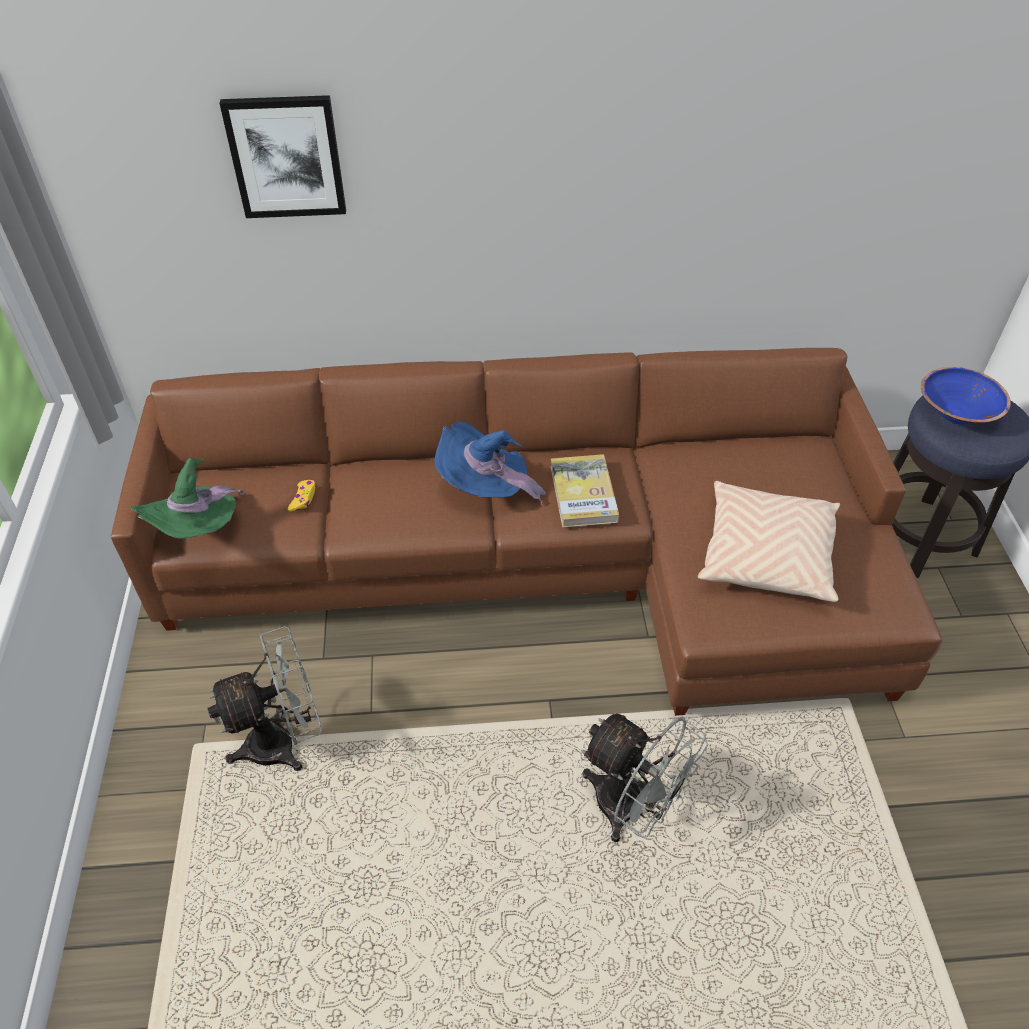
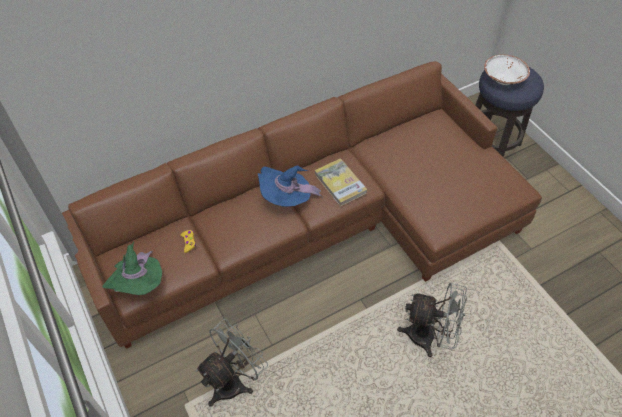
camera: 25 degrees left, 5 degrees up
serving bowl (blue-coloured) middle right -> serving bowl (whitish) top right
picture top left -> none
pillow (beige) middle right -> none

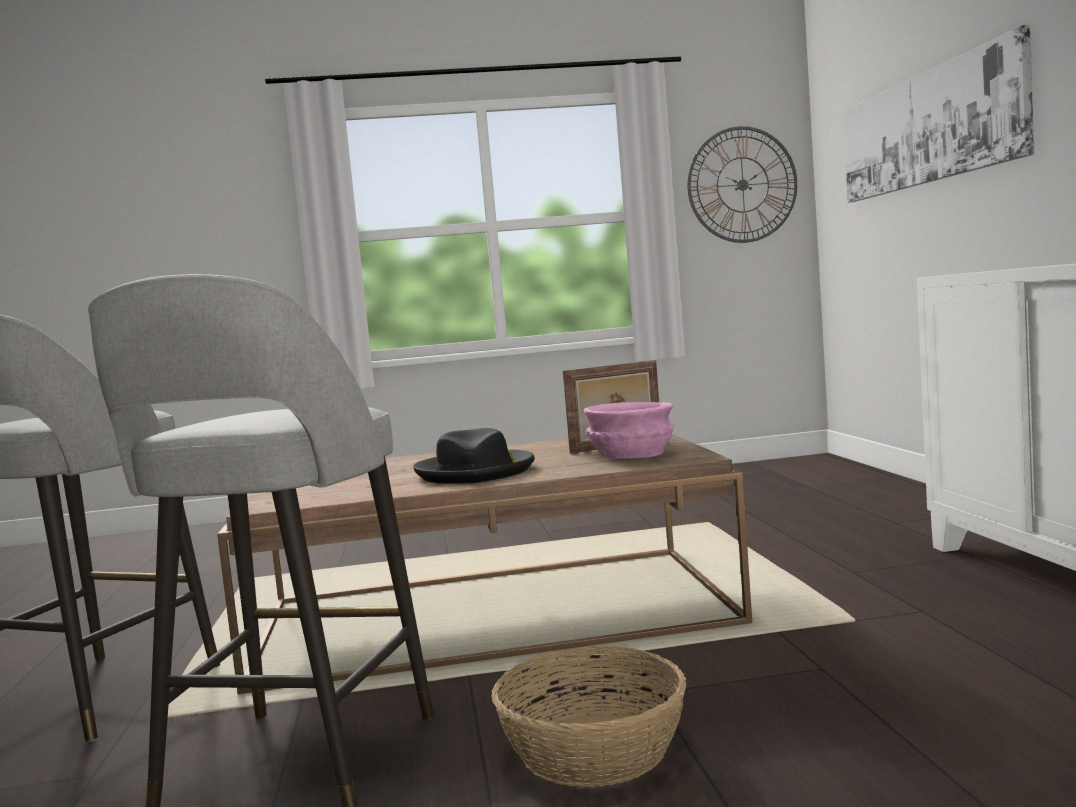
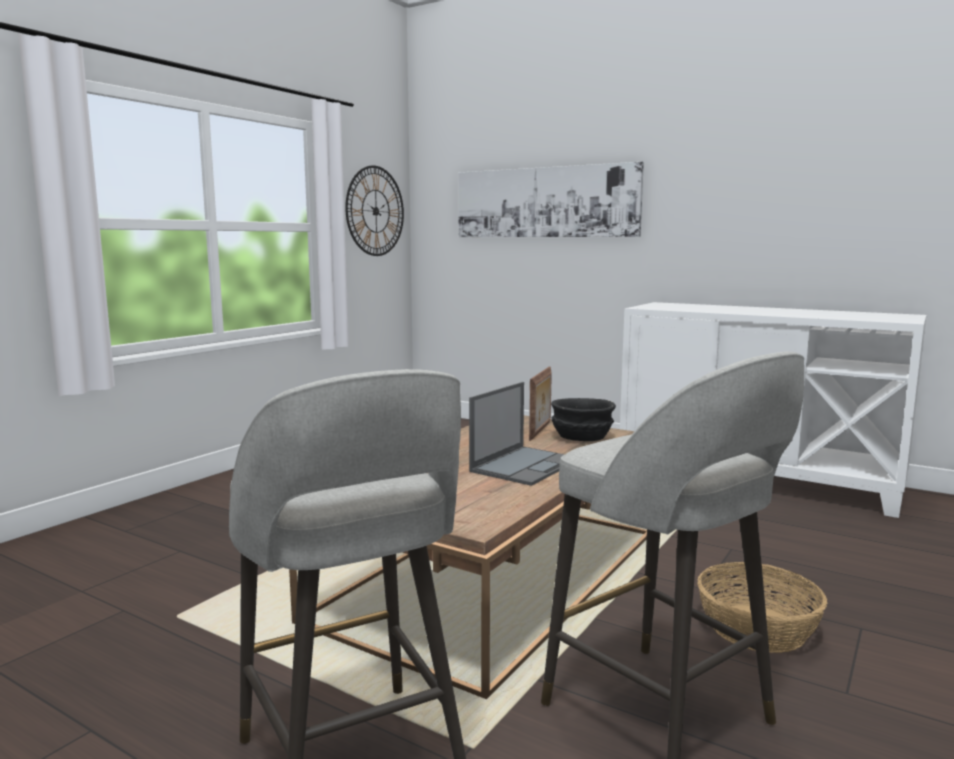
camera: 50 degrees left, 5 degrees up
clothing hat (black-coloured) centre -> notebook computer centre
serving bowl (pink-coloured) centre -> serving bowl (black-coloured) centre

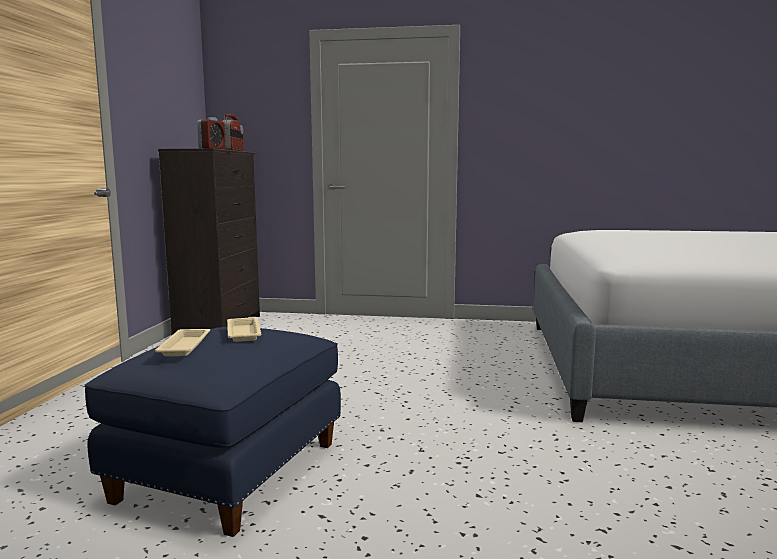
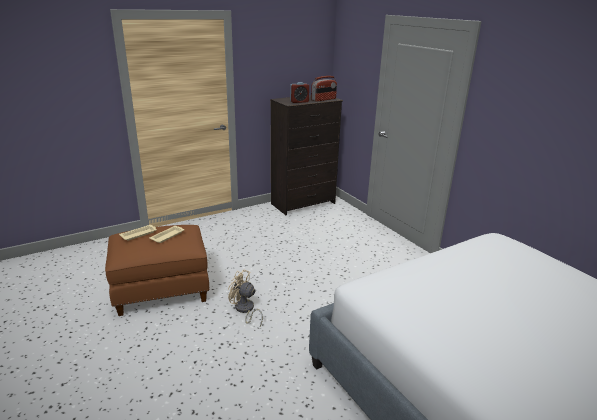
camera: 50 degrees right, 15 degrees up
ottoman (blue-coloured) bottom left -> ottoman (brown) middle left
none -> cooling fan (beige) bottom centre

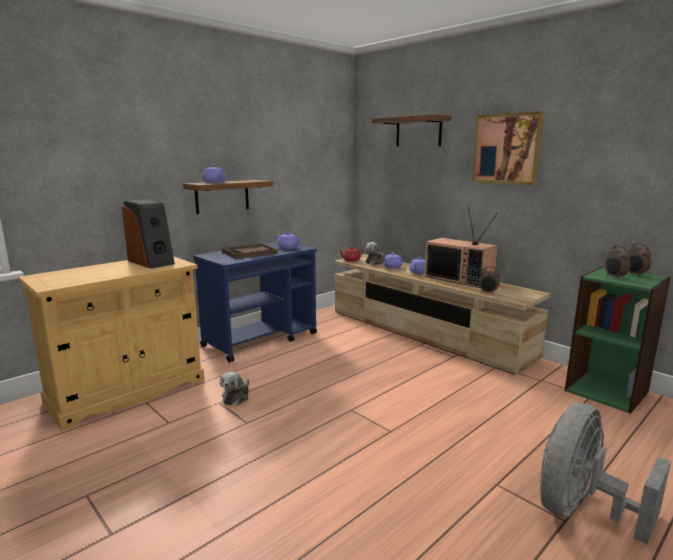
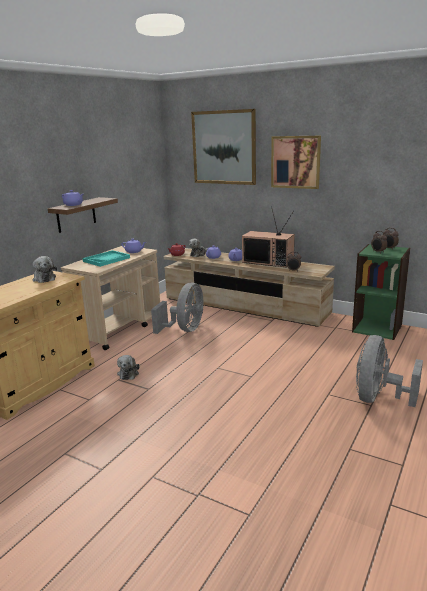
camera: 15 degrees left, 5 degrees up
loudspeaker middle left -> plush toy (no. 1 from left) middle left
wheeled cart (blue-coloured) centre -> wheeled cart (beige) middle left
carrying tray (brown) centre -> carrying tray (turquoise) middle left
none -> cooling fan (grey) (no. 1 from left) centre
shelf (no. 2 from left) top centre -> picture (no. 1 from left) top centre

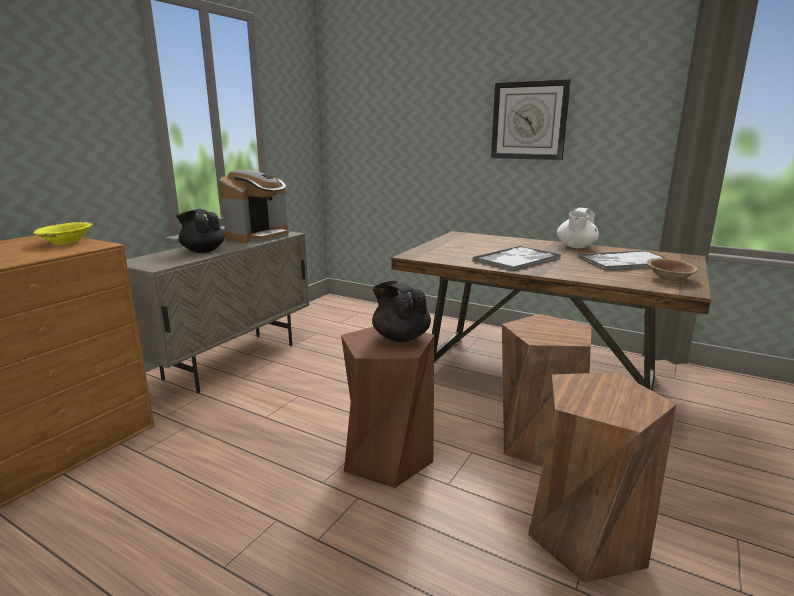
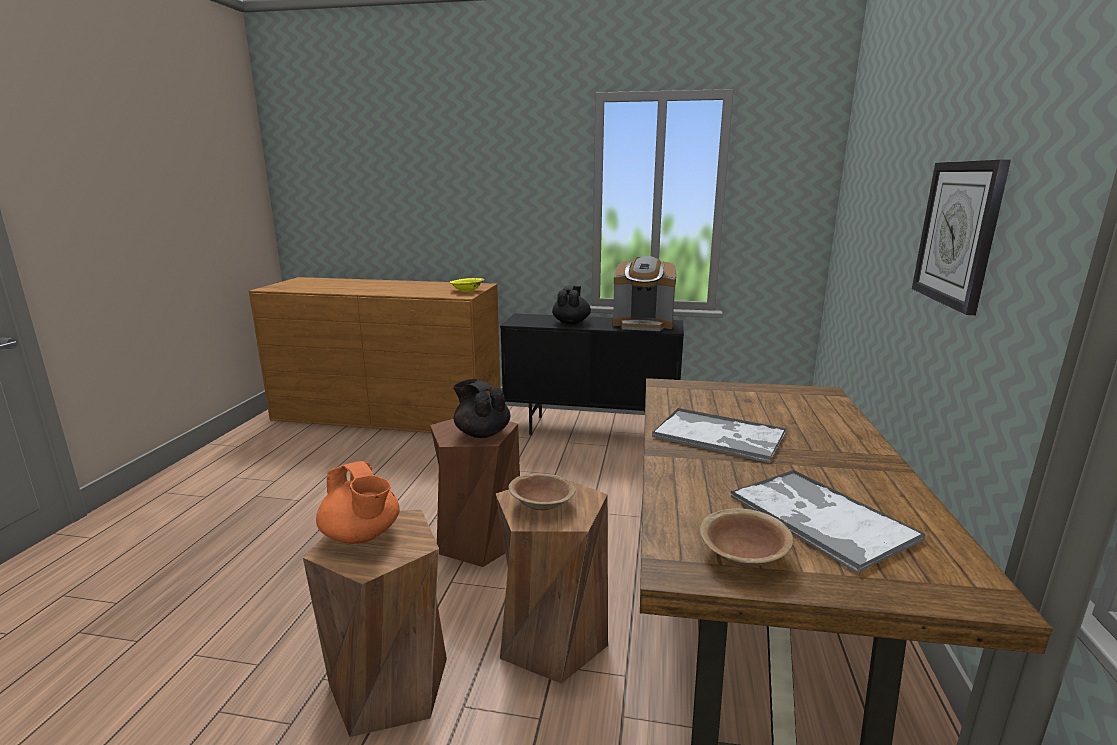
camera: 70 degrees right, 0 degrees up
none -> teapot (orangey) bottom left
teapot (black-coloured) (no. 2 from left in the first image) centre -> teapot (black-coloured) (no. 1 from left) centre, 75 degrees counterclockwise
cupboard (beige) middle left -> cupboard (black-coloured) centre
none -> serving bowl (brown) (no. 1 from left) centre
teapot (whitish) middle right -> none

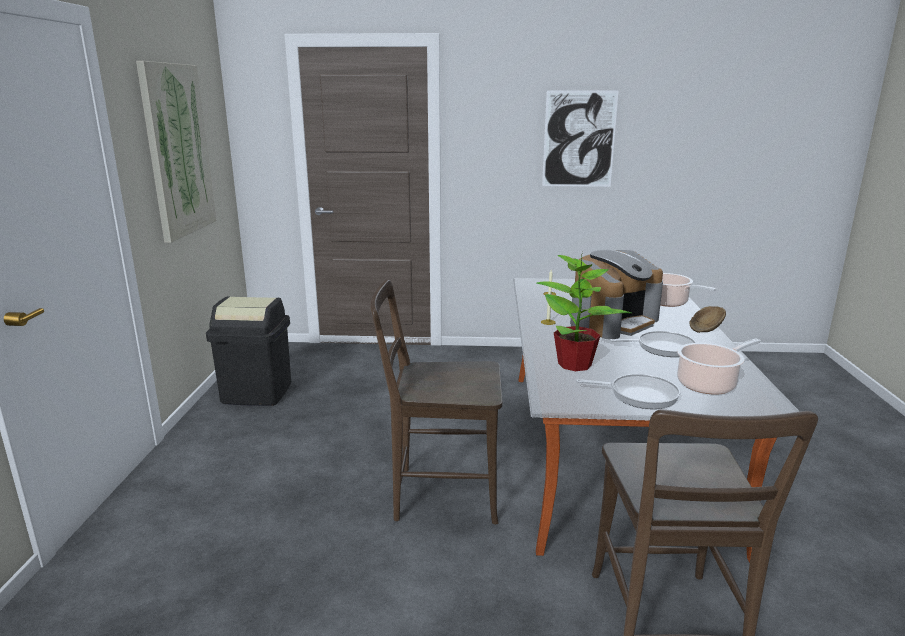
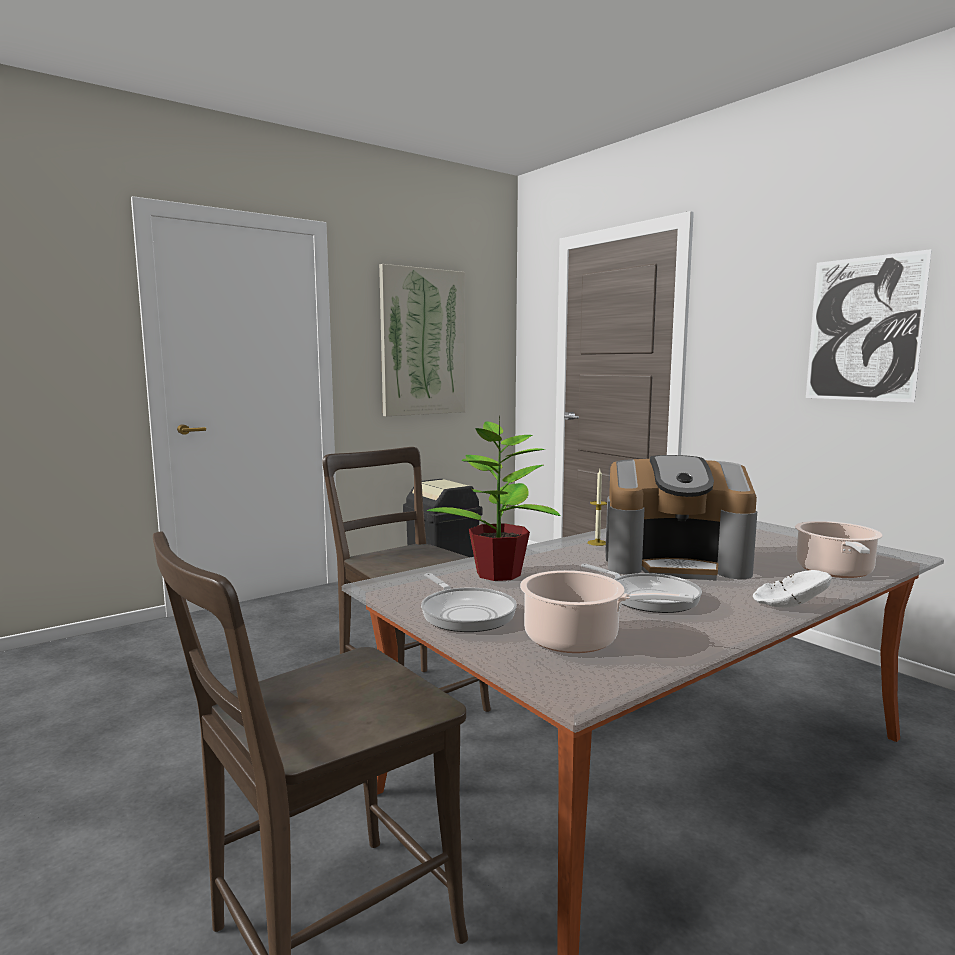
camera: 50 degrees right, 10 degrees down
serving bowl (brown) middle right -> serving bowl (whitish) middle right

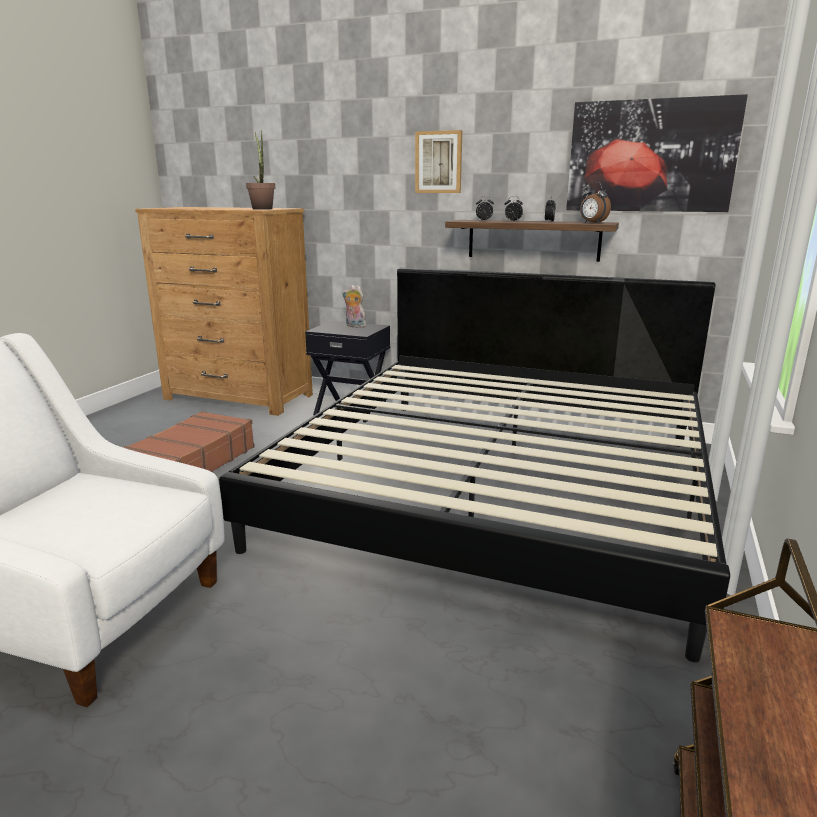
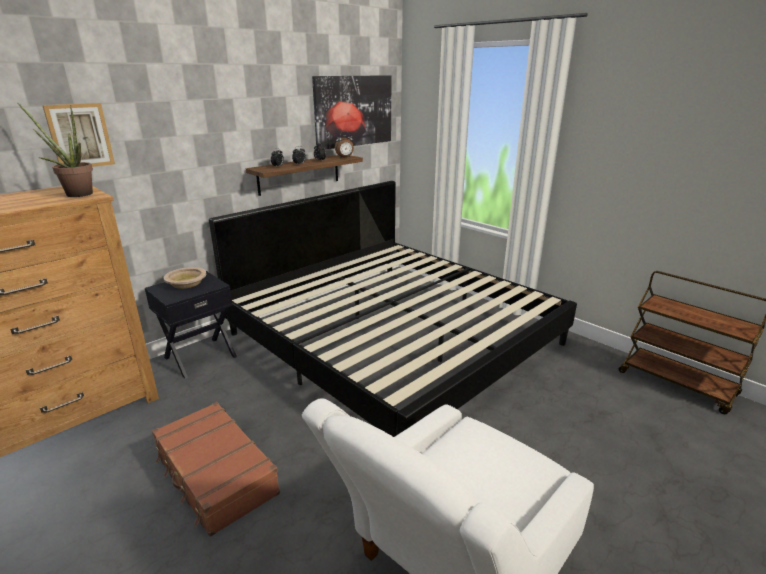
camera: 65 degrees left, 5 degrees up
picture (no. 1 from left) top centre -> picture (no. 1 from left) top left, relocated
plush toy centre -> serving bowl (beige) middle left

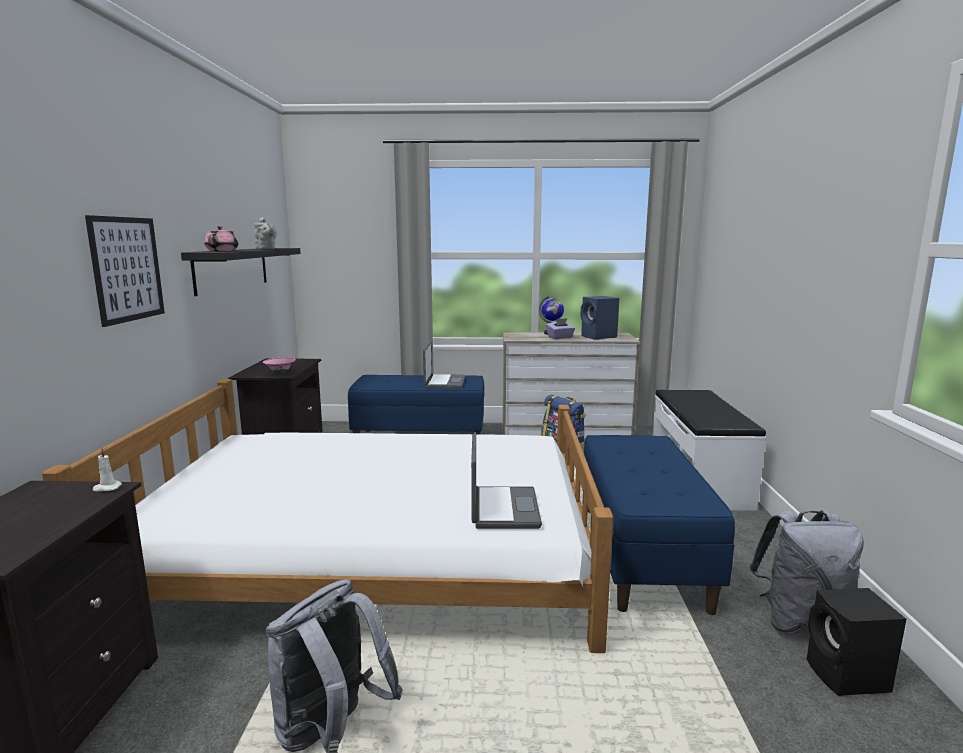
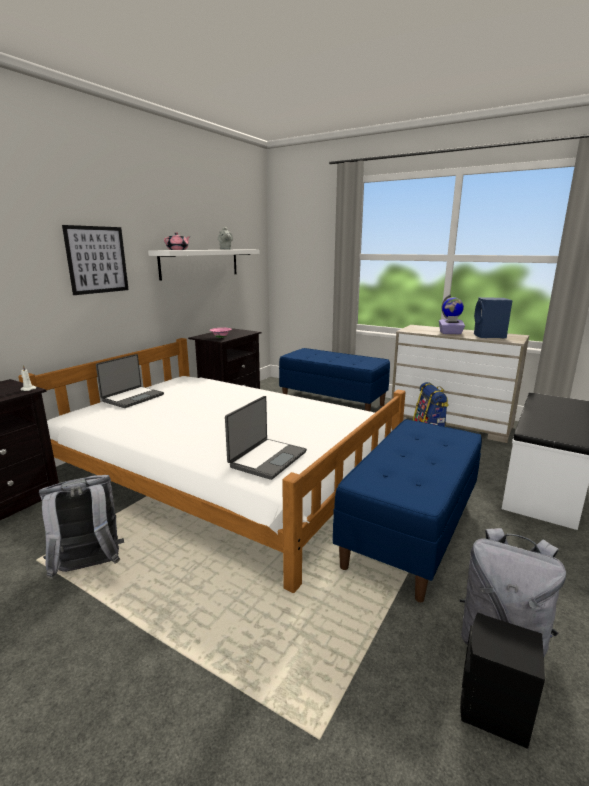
camera: 30 degrees right, 5 degrees up
notebook computer (no. 1 from left) centre -> notebook computer (no. 1 from left) middle left, relocated
shelf (black-coloured) middle left -> shelf (whitish) centre

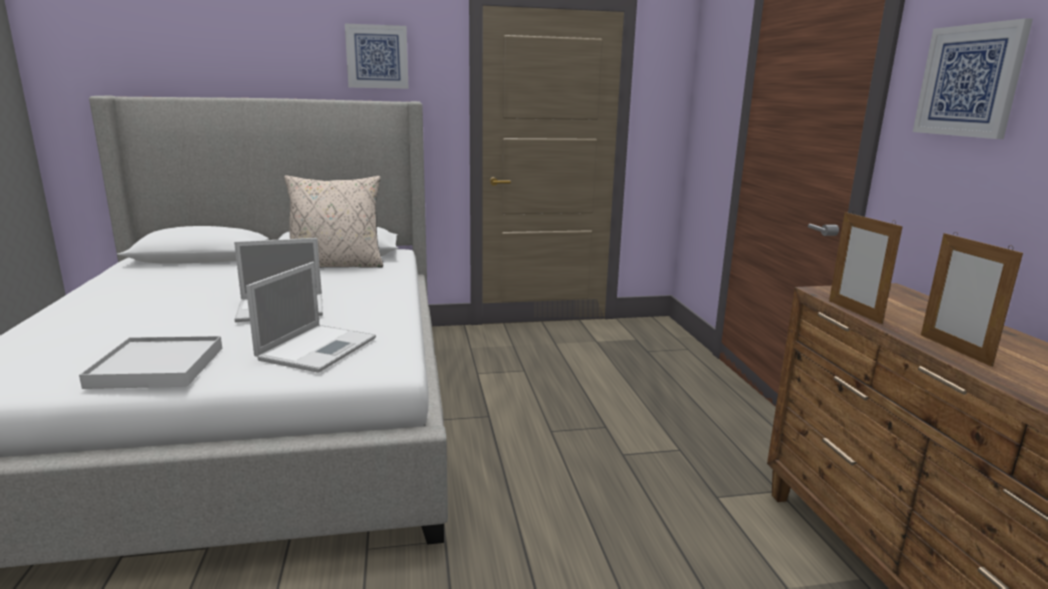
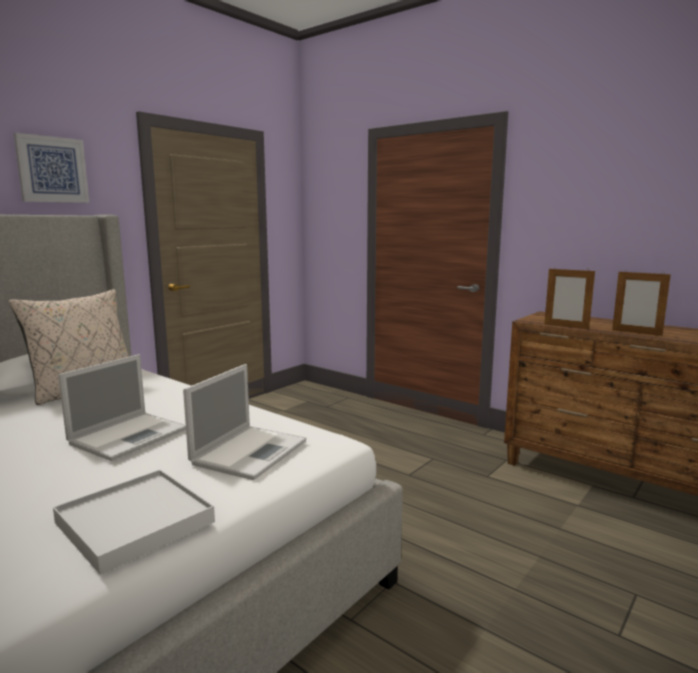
camera: 40 degrees left, 5 degrees down
notebook computer (no. 2 from left) middle left -> notebook computer (no. 2 from left) centre, 45 degrees clockwise
picture (no. 2 from left) top right -> none

